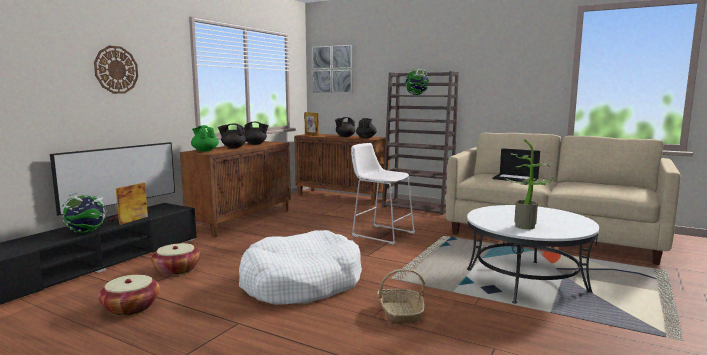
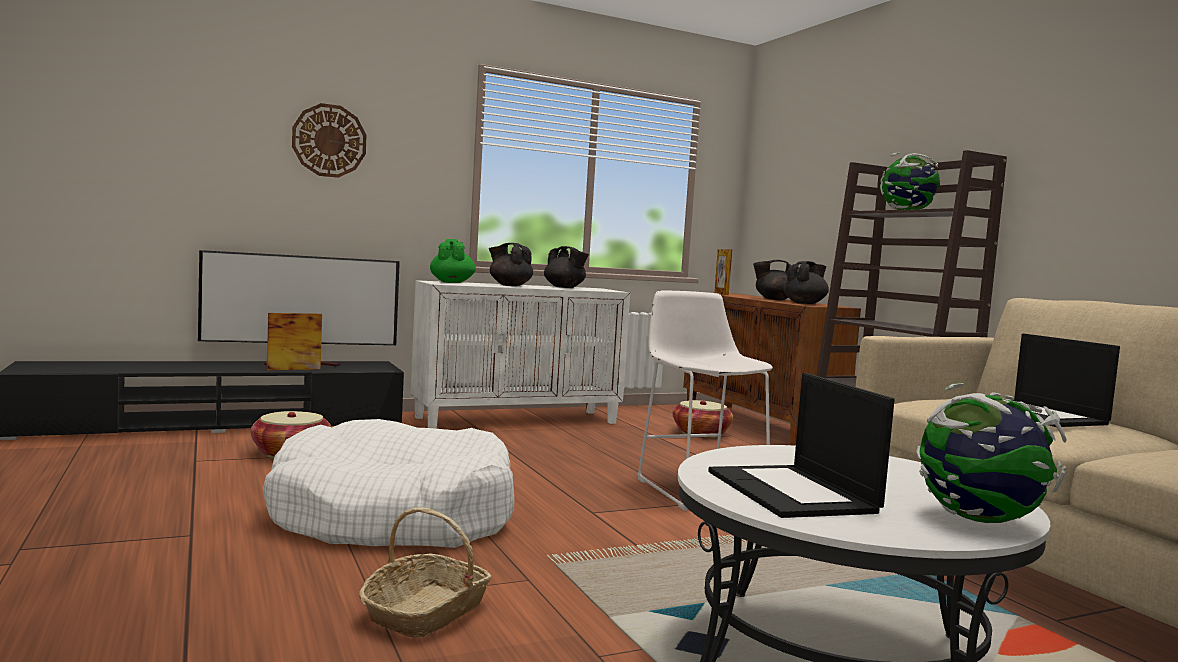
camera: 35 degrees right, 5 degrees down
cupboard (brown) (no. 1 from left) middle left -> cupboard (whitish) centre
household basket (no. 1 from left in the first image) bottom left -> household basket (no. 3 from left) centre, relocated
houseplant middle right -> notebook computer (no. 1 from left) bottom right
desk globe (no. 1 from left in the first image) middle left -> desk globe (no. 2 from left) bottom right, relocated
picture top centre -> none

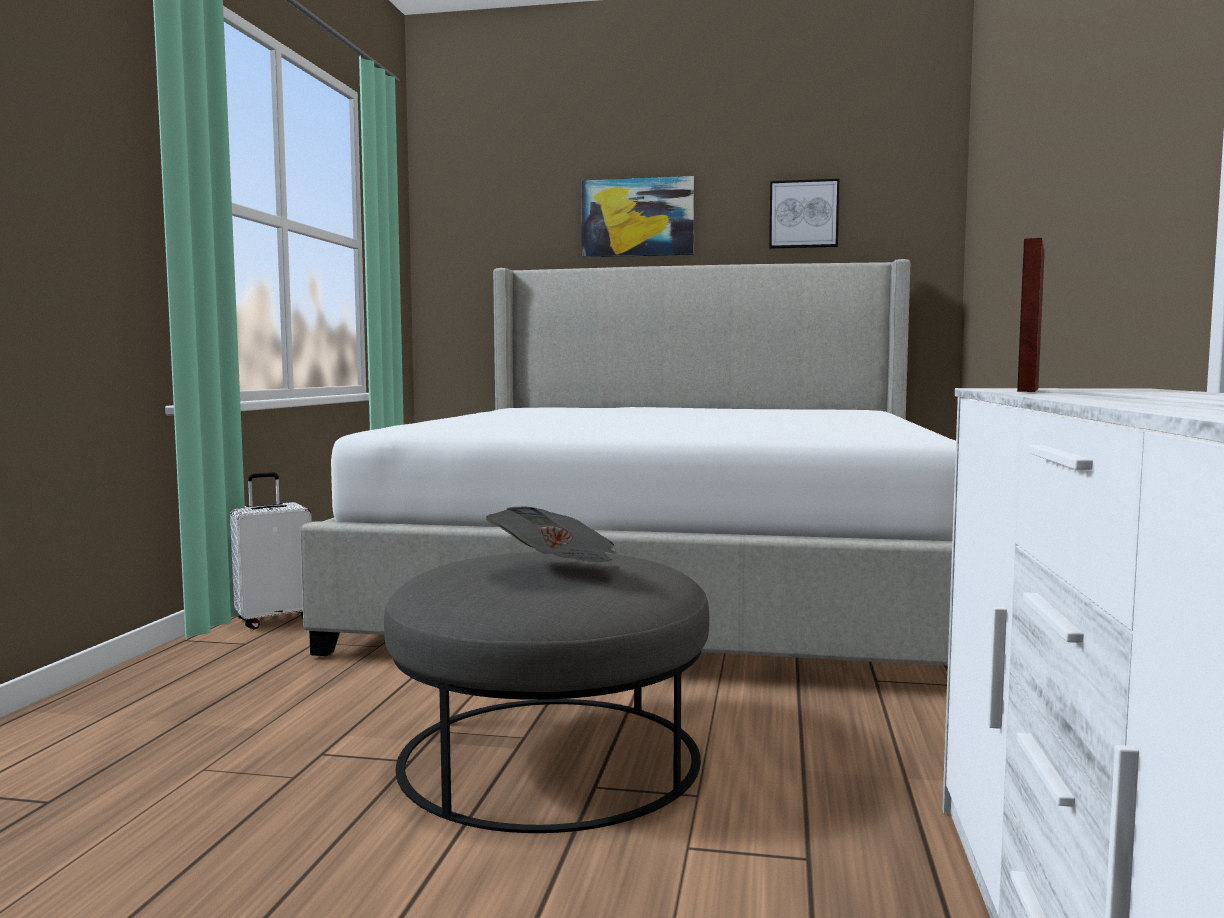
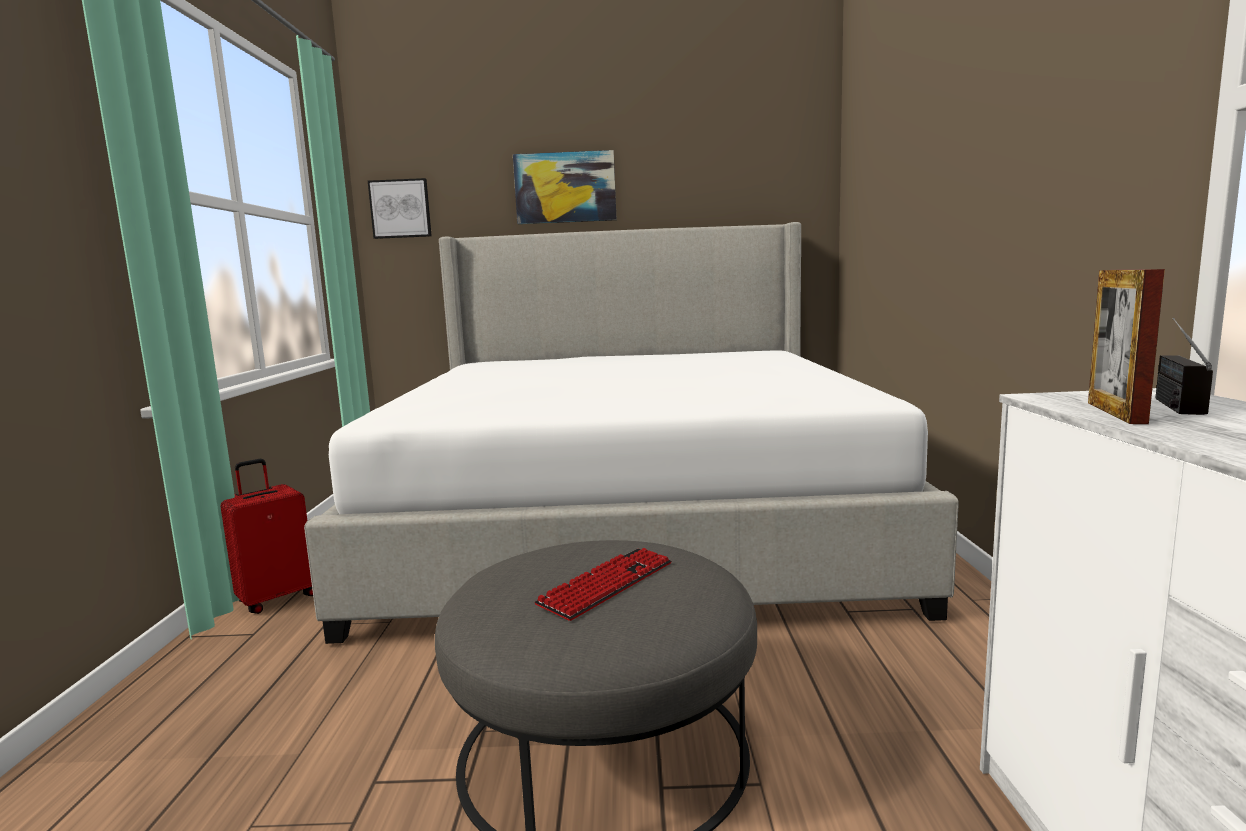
camera: 10 degrees left, 5 degrees up
suitcase (whitish) middle left -> suitcase (reddish) middle left
picture (no. 2 from left in the first image) top centre -> picture (no. 1 from left) top left, relocated
printed paper centre -> computer keyboard bottom centre
none -> radio middle right

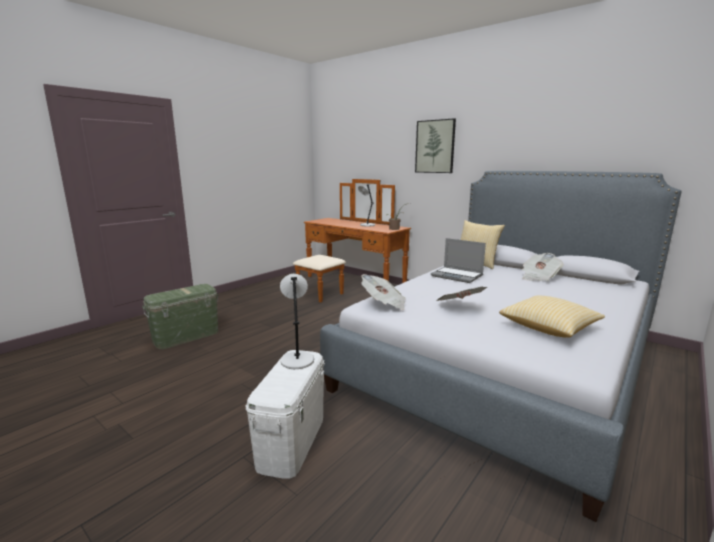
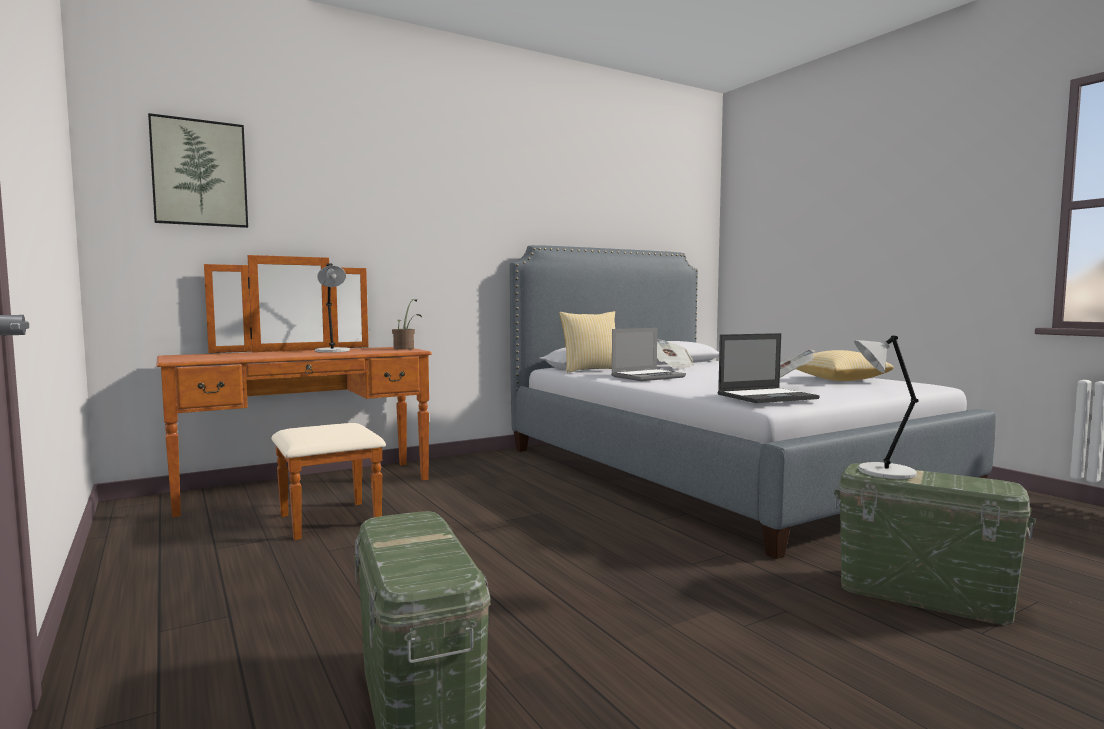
camera: 70 degrees left, 10 degrees down
picture top centre -> picture top left, relocated
printed paper (no. 1 from left) centre -> notebook computer (no. 2 from left) middle right
storage container (whitish) bottom centre -> storage container (green) (no. 2 from left) bottom right

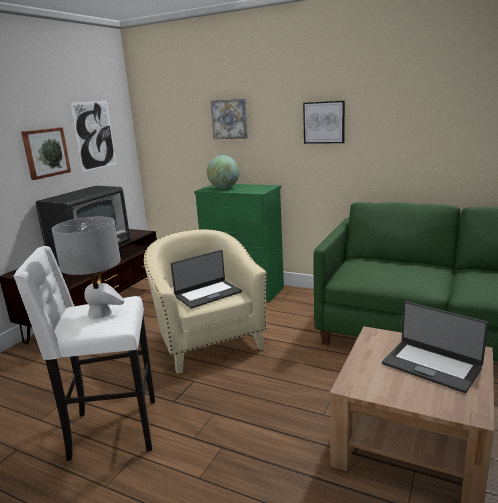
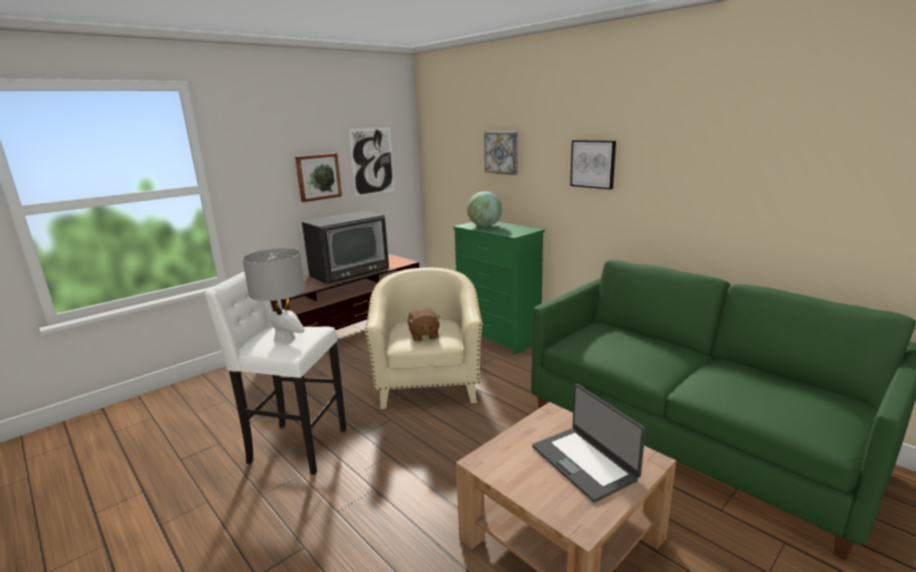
camera: 20 degrees right, 0 degrees up
notebook computer (no. 1 from left) centre -> plush toy (brown) centre

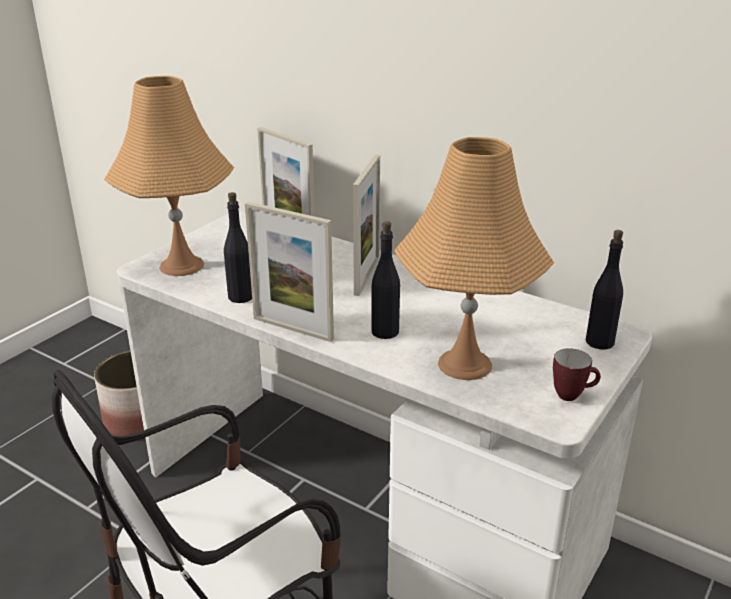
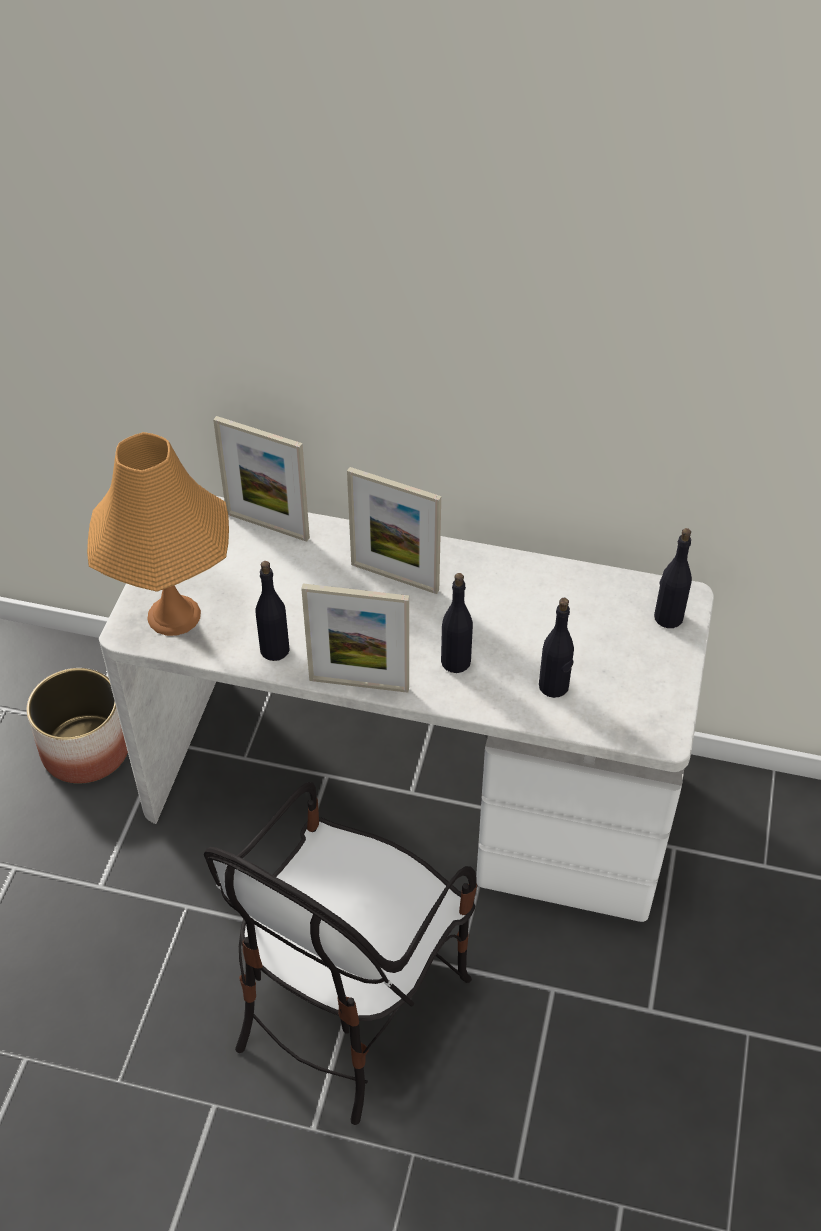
camera: 20 degrees left, 20 degrees up
photo frame (no. 3 from left) centre, 120 degrees clockwise
table lamp (orangey) (no. 2 from left) centre -> beverage bottle (black-coloured) (no. 3 from left) middle right
coffee mug middle right -> none

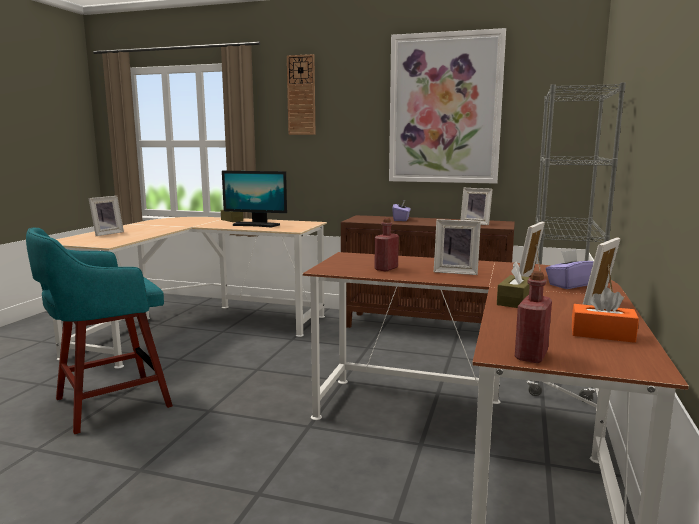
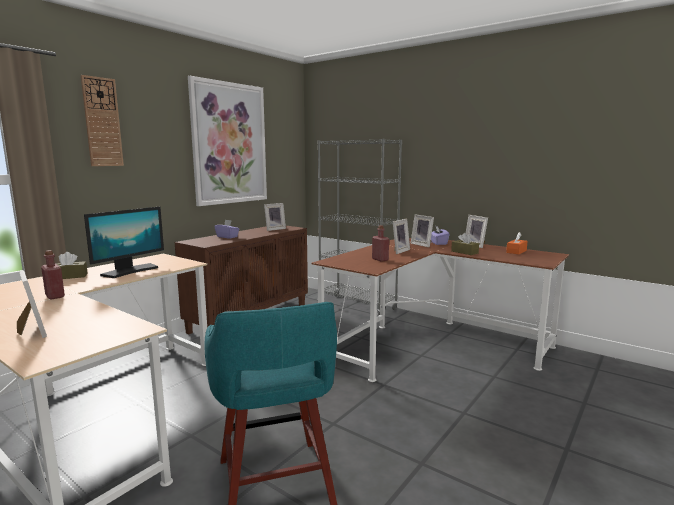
camera: 70 degrees left, 0 degrees up
beverage bottle (reddish) (no. 2 from left in the first image) middle right -> beverage bottle (reddish) (no. 1 from left) middle left, relocated

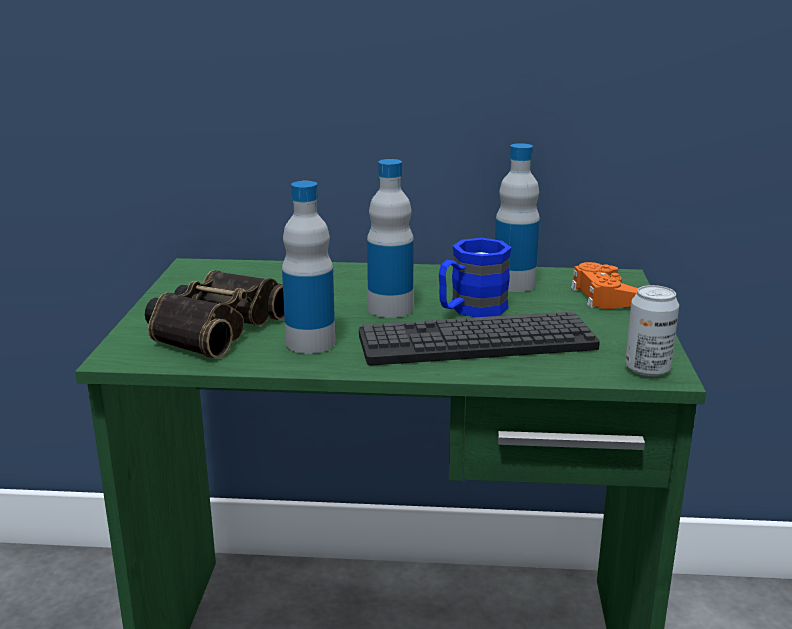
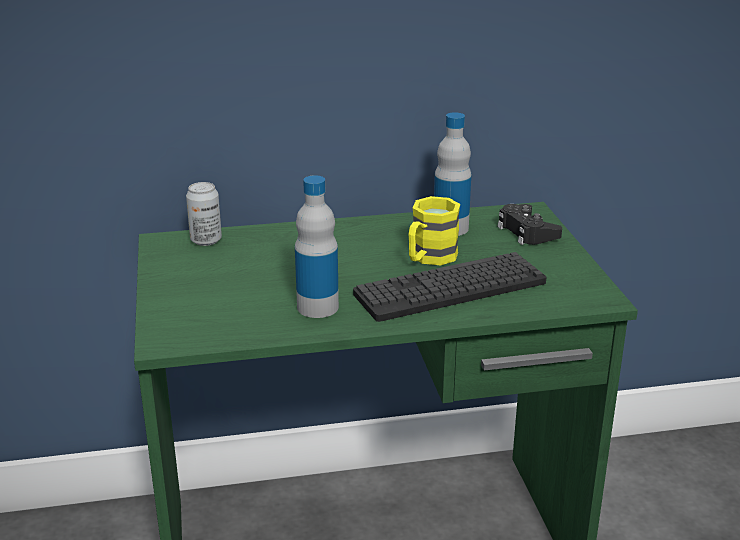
camera: 15 degrees left, 5 degrees up
can middle right -> can middle left, relocated
coffee mug (blue-coloured) centre -> coffee mug (yellow) centre
joypad (orangey) middle right -> joypad (black-coloured) middle right
binoculars middle left -> none
beverage bottle (no. 2 from left) centre -> none

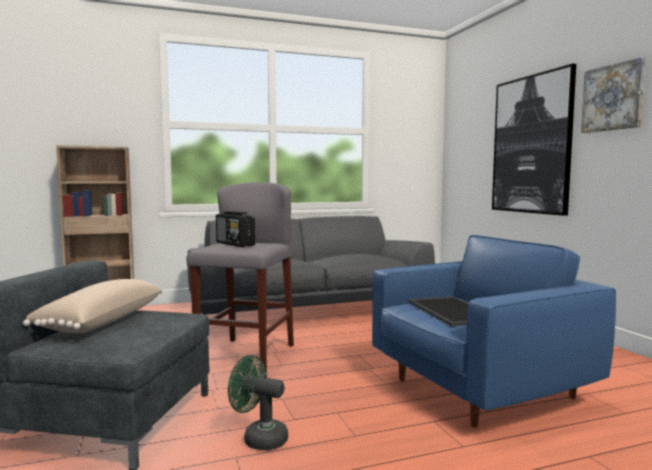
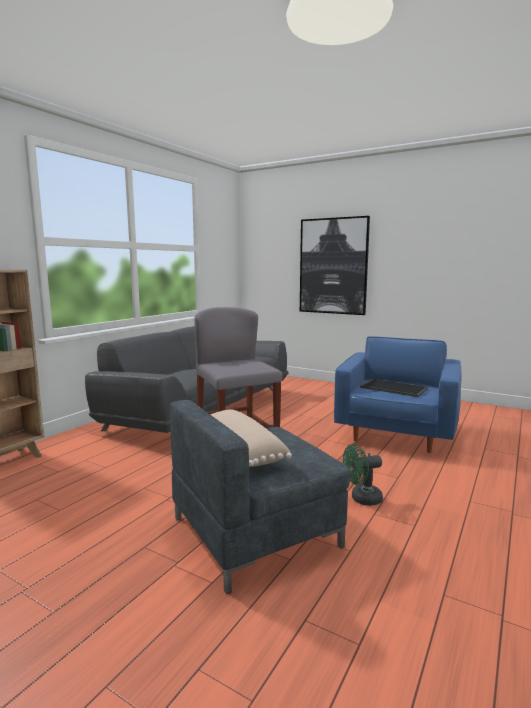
camera: 40 degrees left, 5 degrees up
radio centre -> none
picture (no. 2 from left) top right -> none

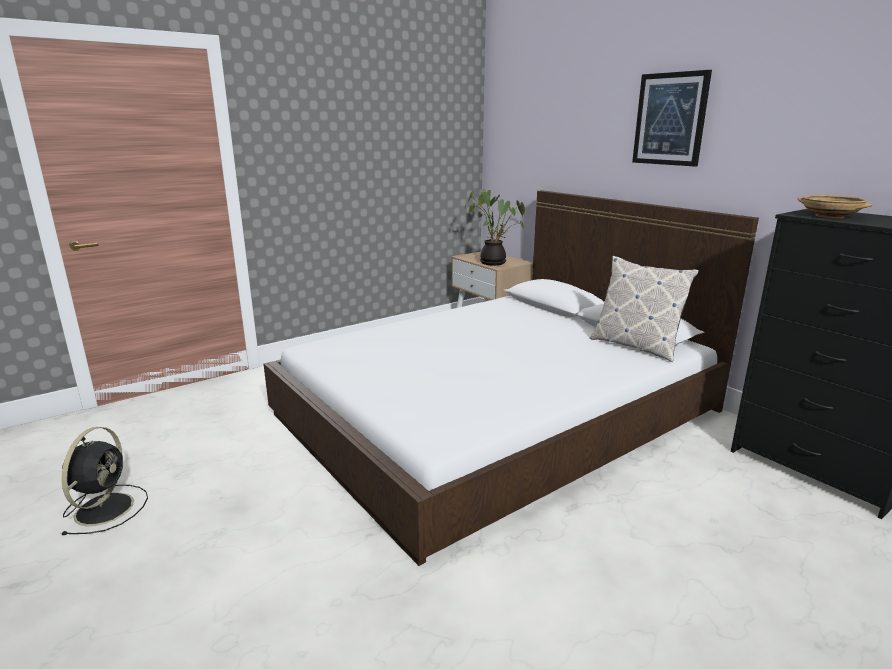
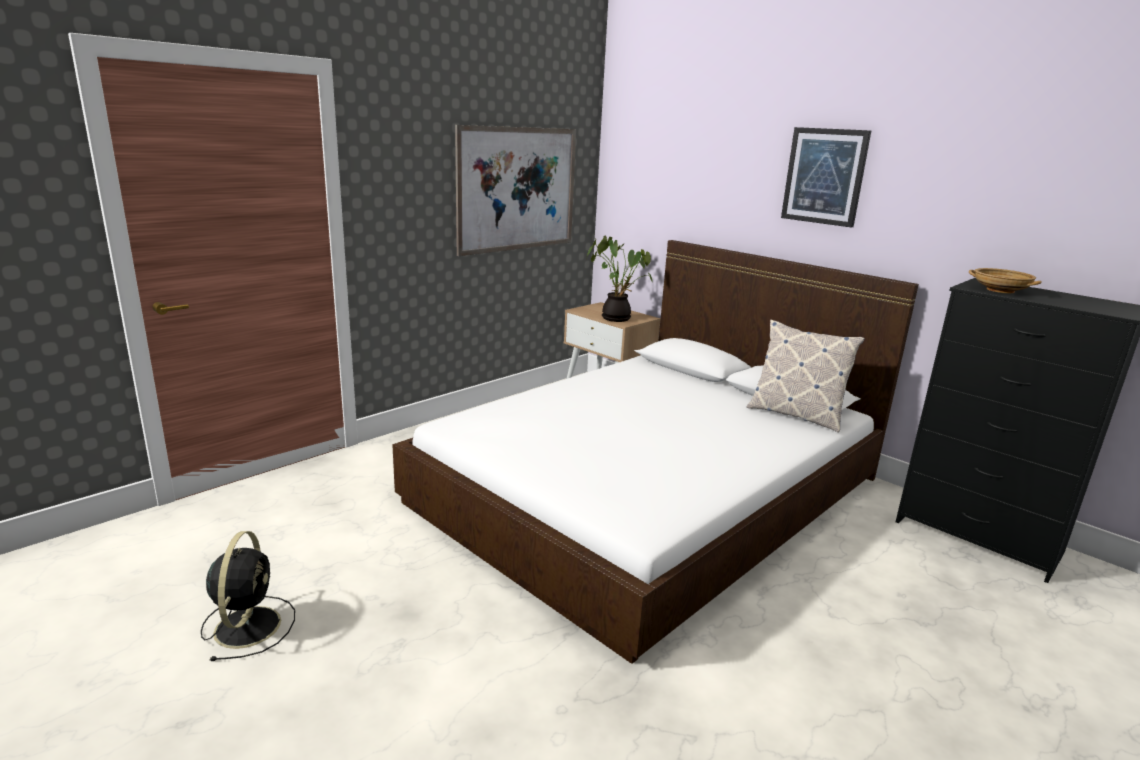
camera: 10 degrees left, 0 degrees up
none -> picture (no. 1 from left) top centre

